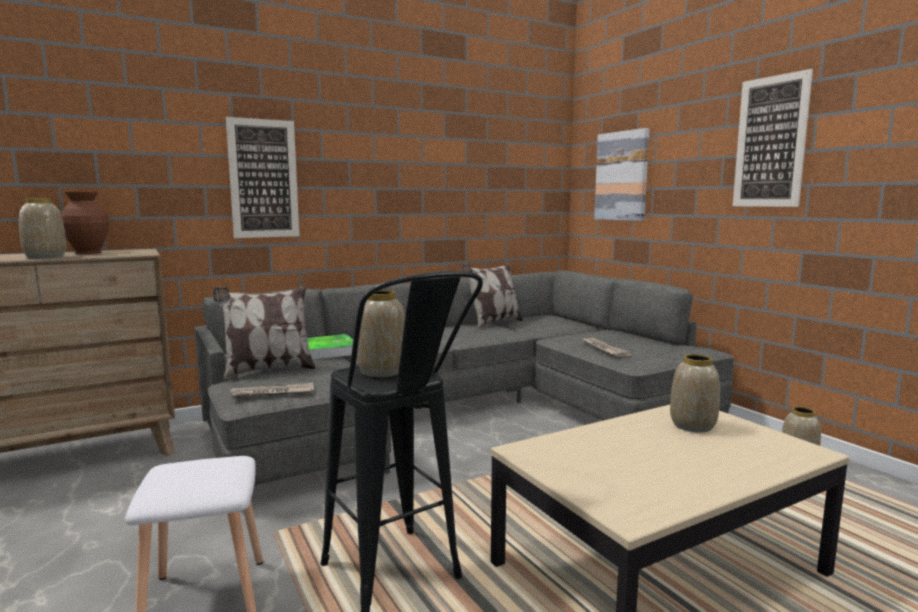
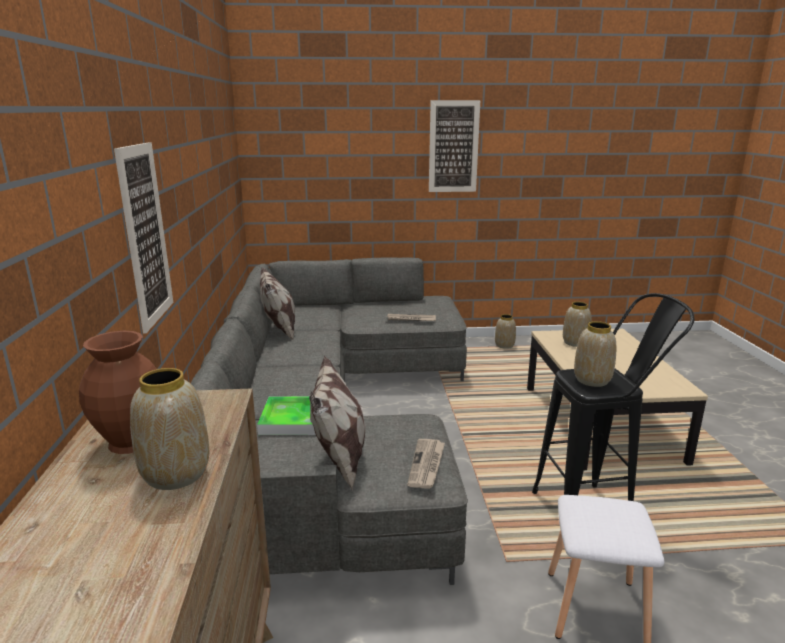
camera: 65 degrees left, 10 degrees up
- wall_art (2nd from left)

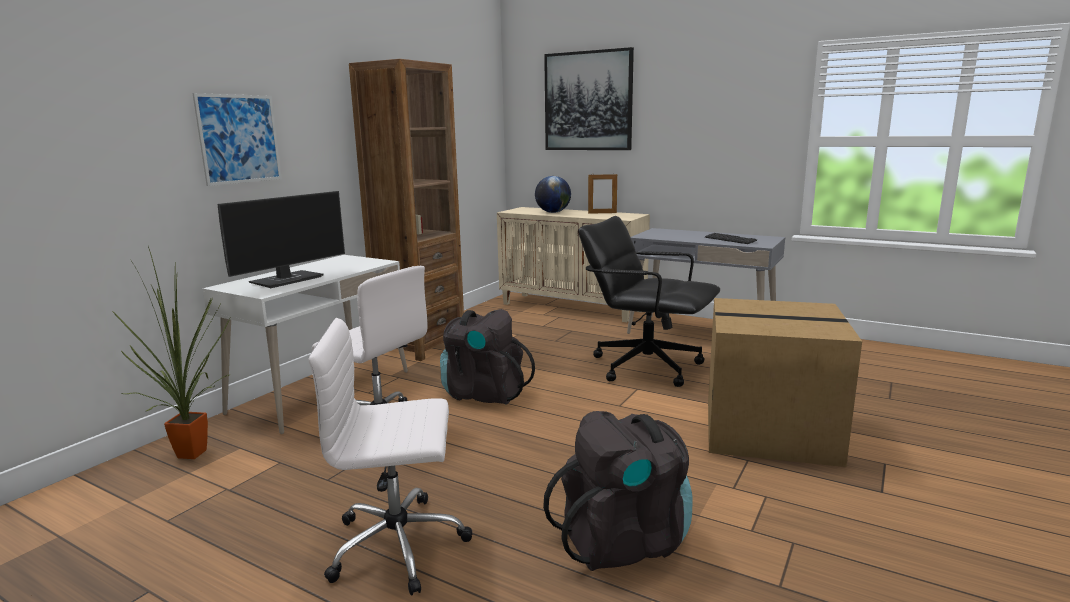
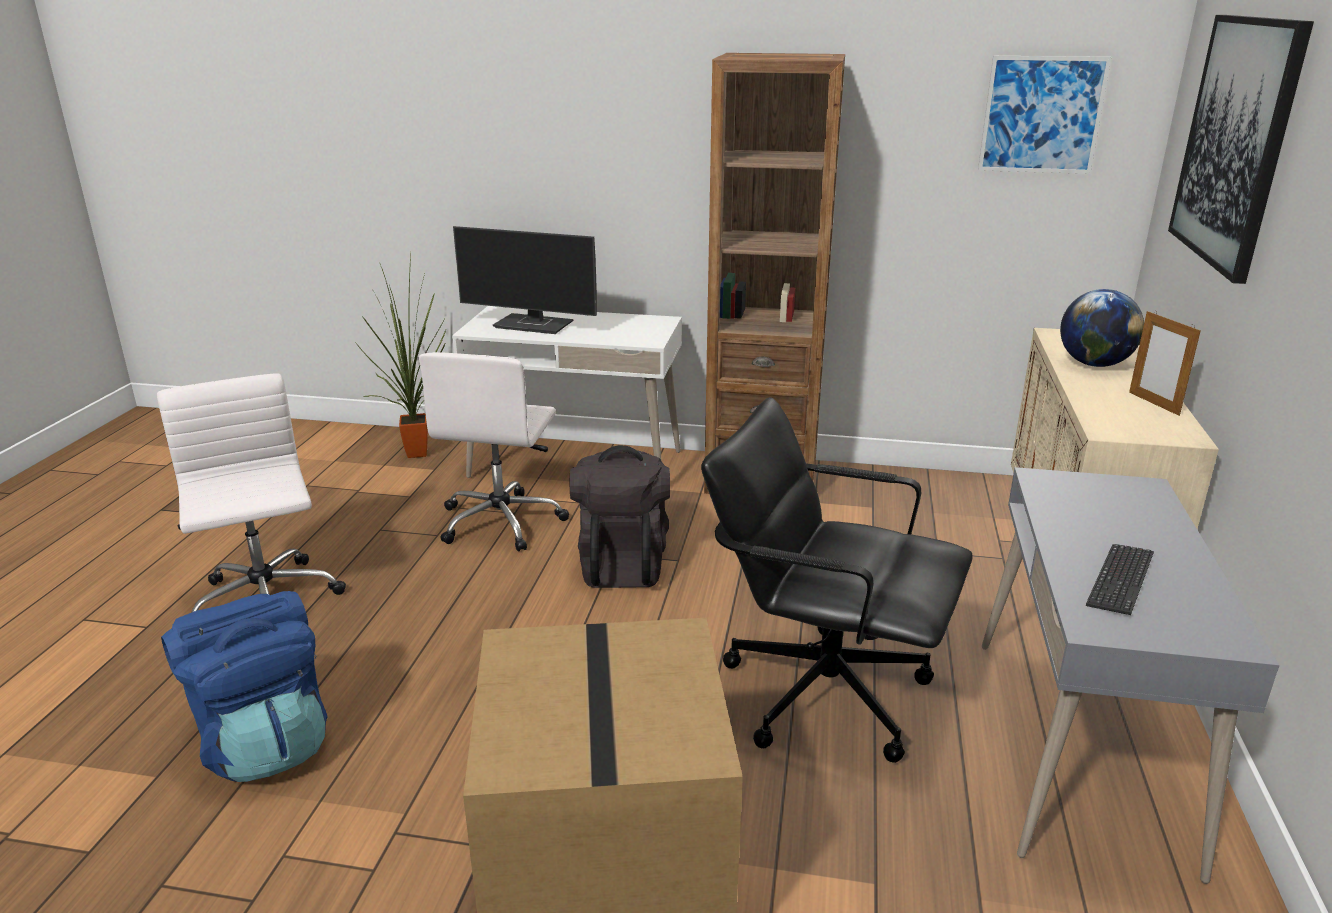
camera: 70 degrees right, 10 degrees up
~ wall_art (1st from left)
~ black-coloured_backpack (2nd from left) to blue_backpack
~ black-coloured_desk_chair 75 degrees counterclockwise

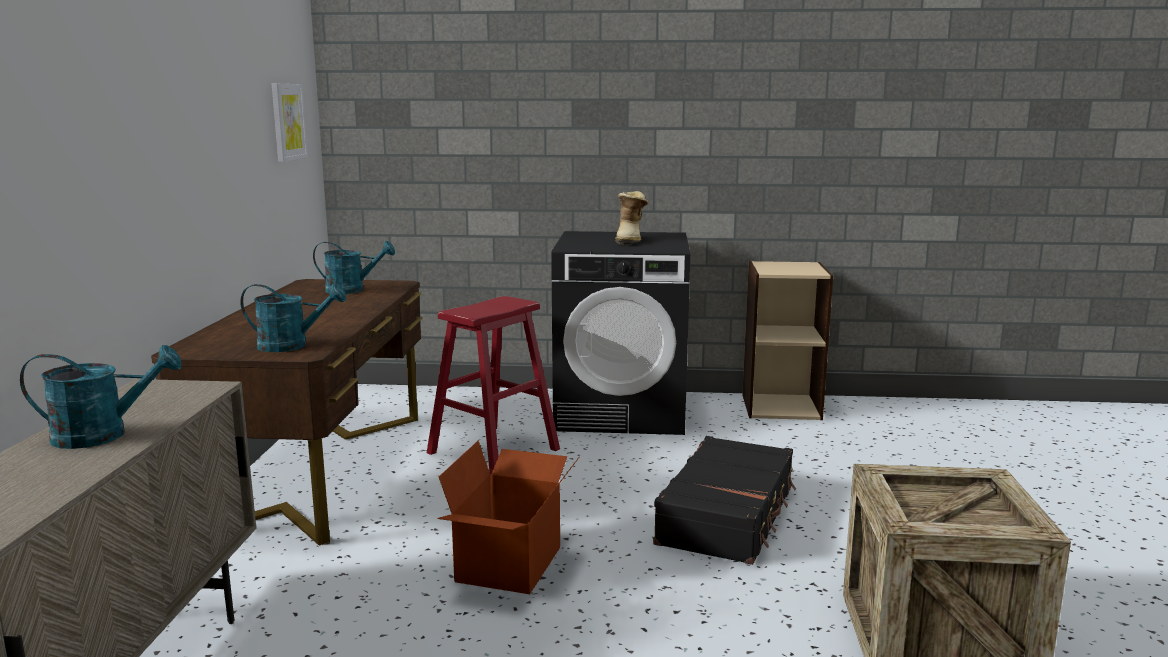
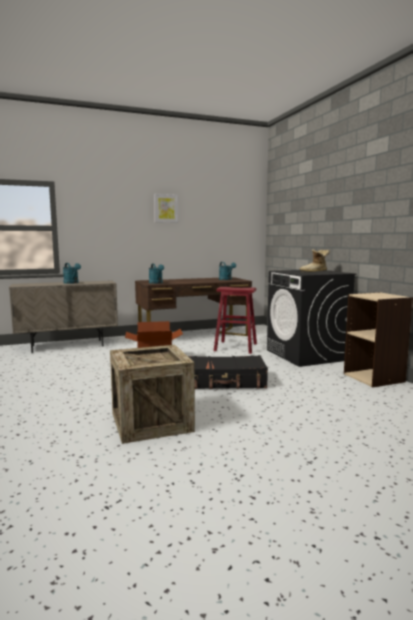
camera: 65 degrees right, 5 degrees down
~ wall_art

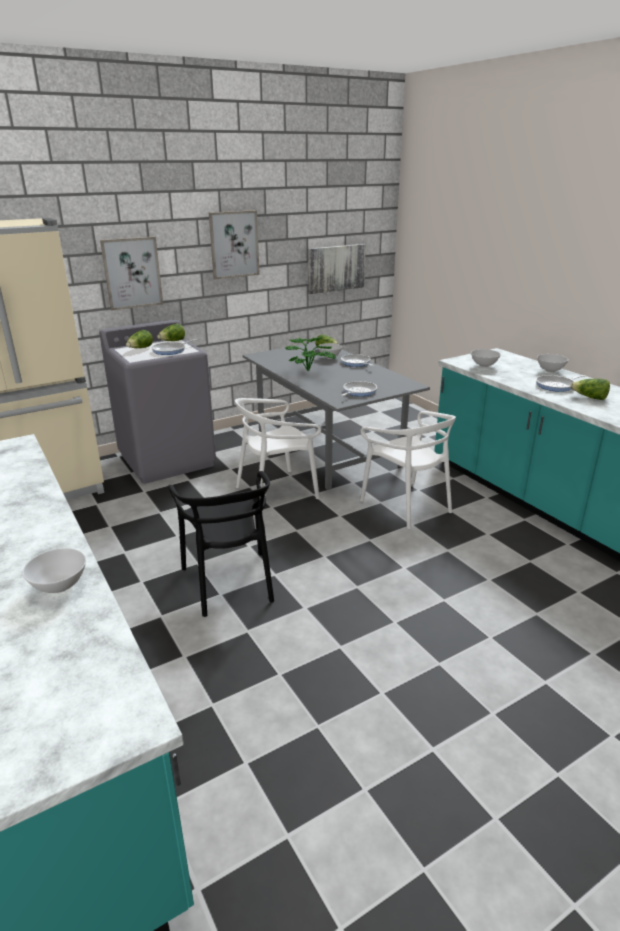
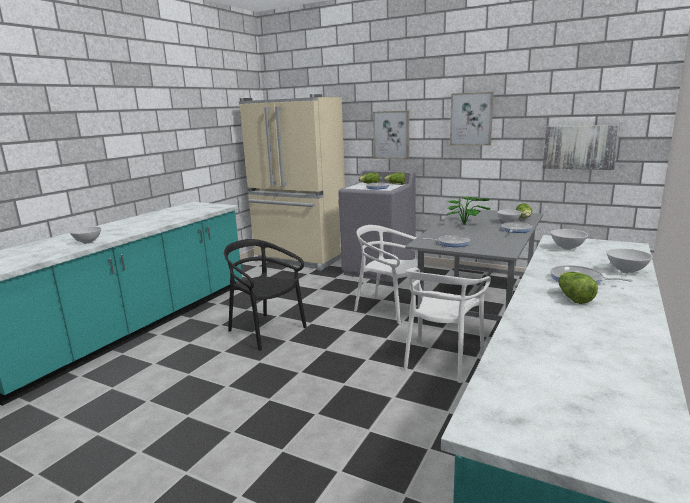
camera: 60 degrees right, 10 degrees down
~ black-coloured_upright_chair 90 degrees clockwise

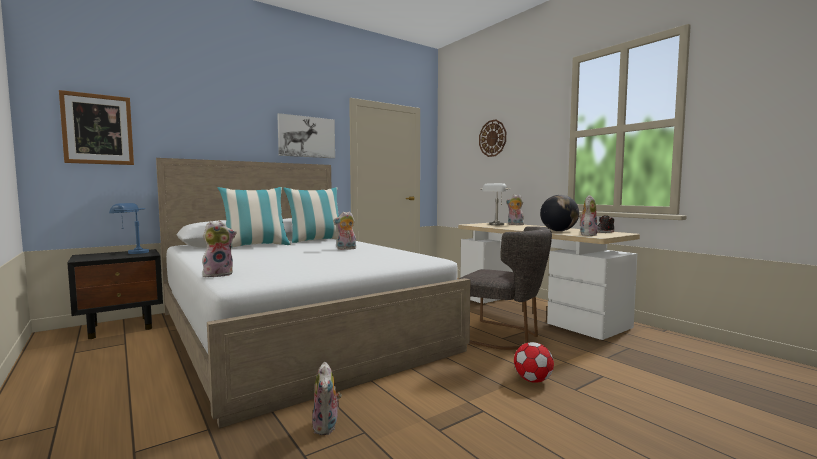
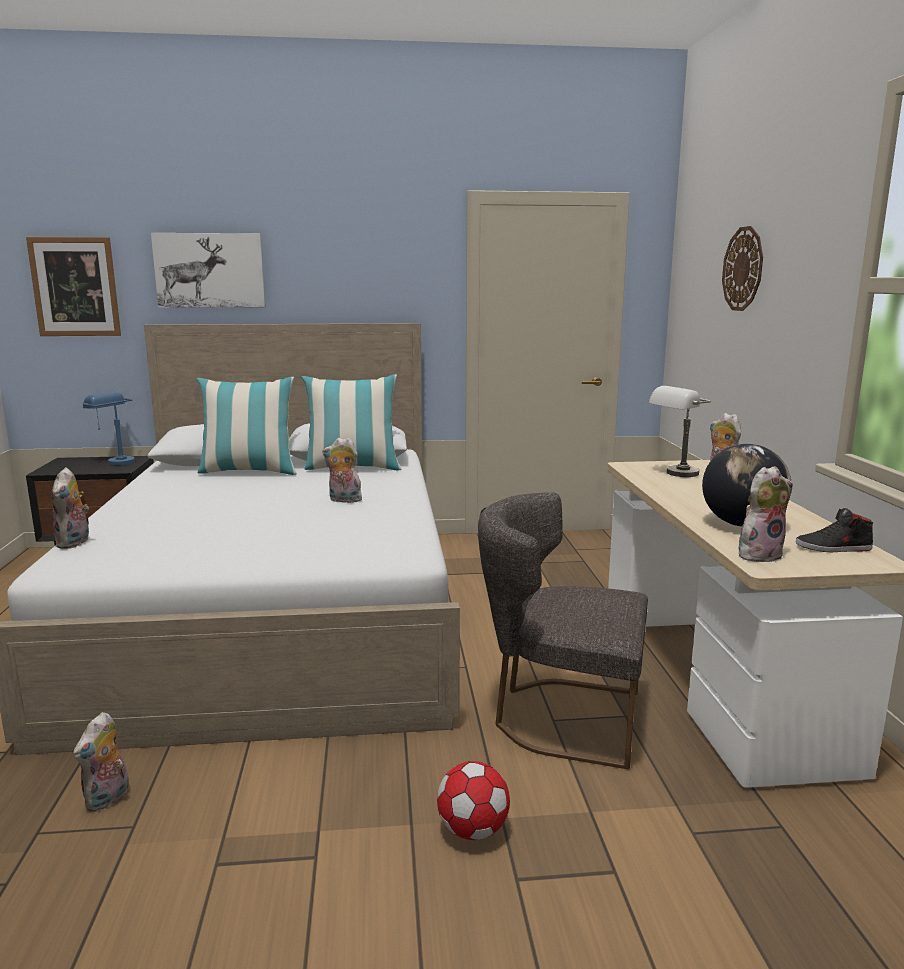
camera: 30 degrees right, 10 degrees up
~ cuddly_toy (1st from left) 90 degrees clockwise
~ wall_art (2nd from left)
~ greyish_upright_chair 135 degrees clockwise

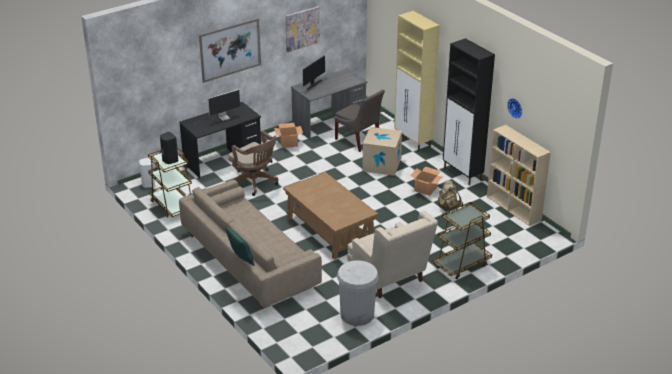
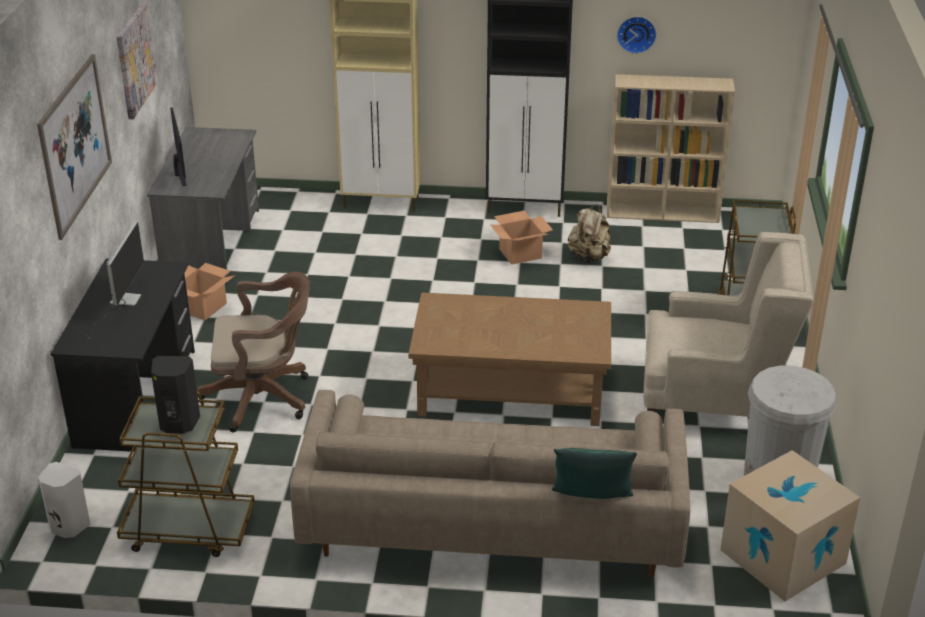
camera: 50 degrees left, 0 degrees up
- greyish_upright_chair
~ carton (2nd from left in the first image) to carton (3rd from left)

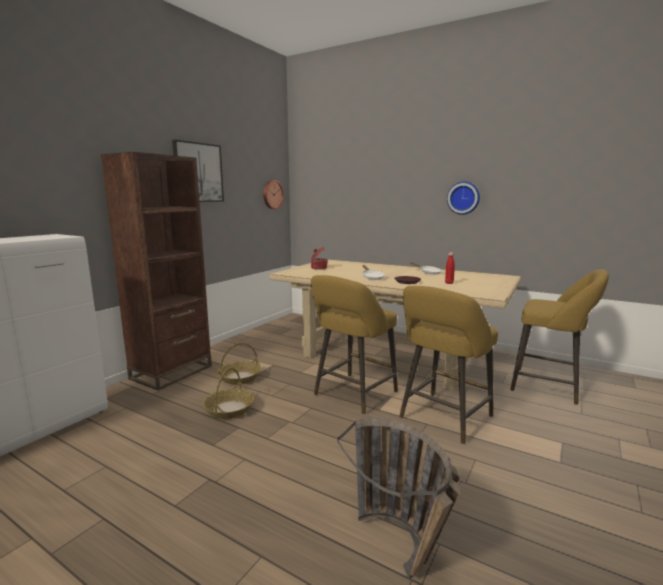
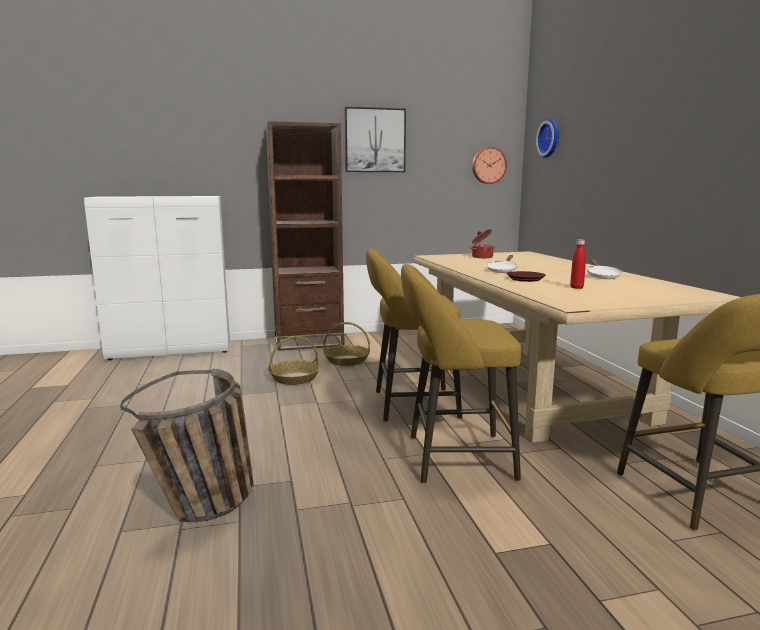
camera: 45 degrees right, 0 degrees up
~ clock_on_the_wall (2nd from left)

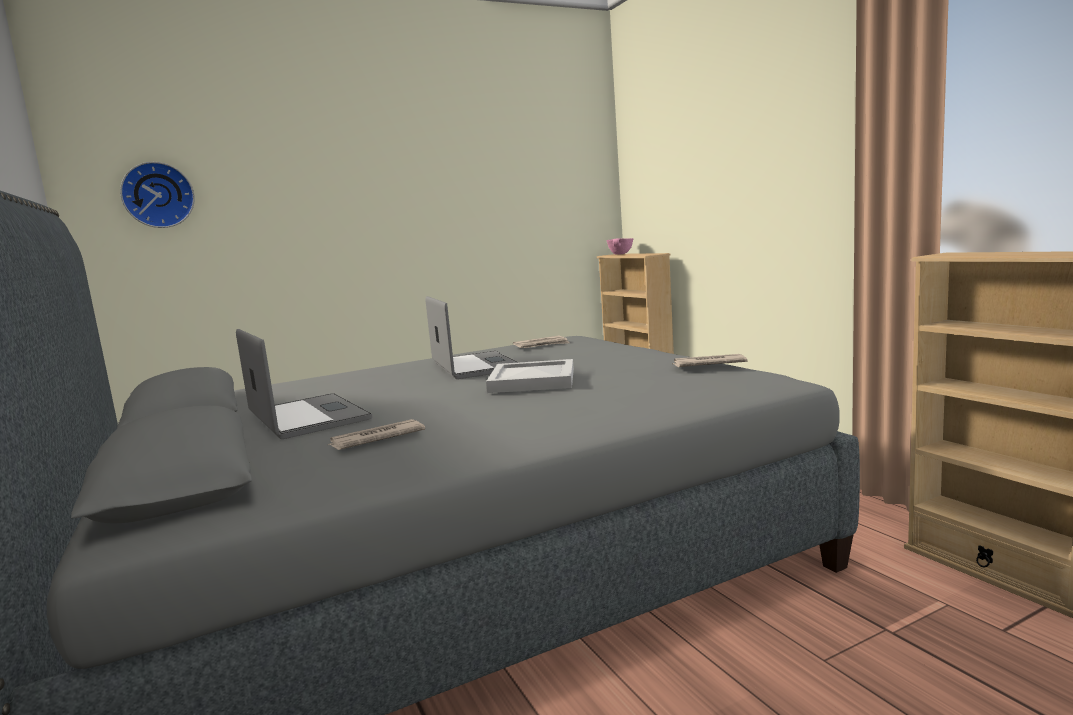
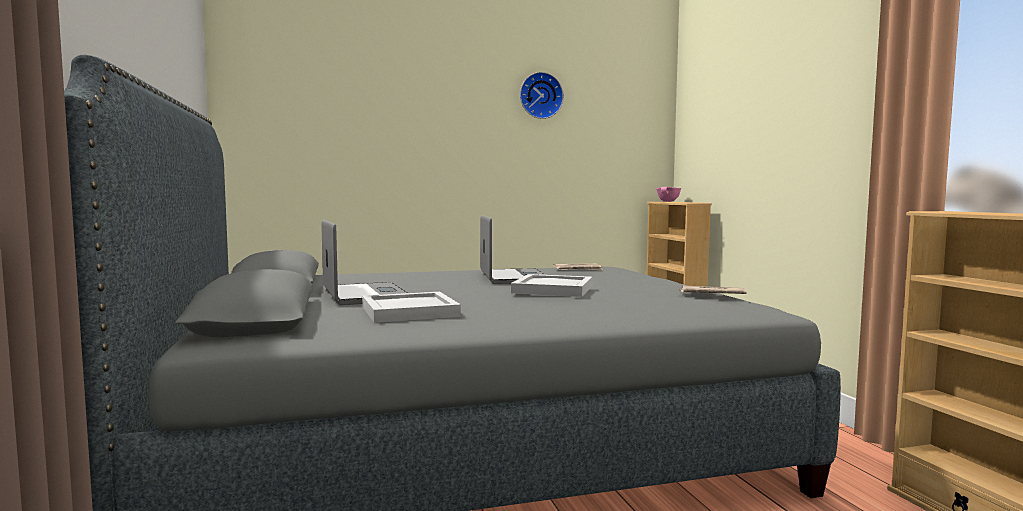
camera: 10 degrees right, 5 degrees down
~ clock_on_the_wall
~ newspaper (1st from left) to white_tray (1st from left)

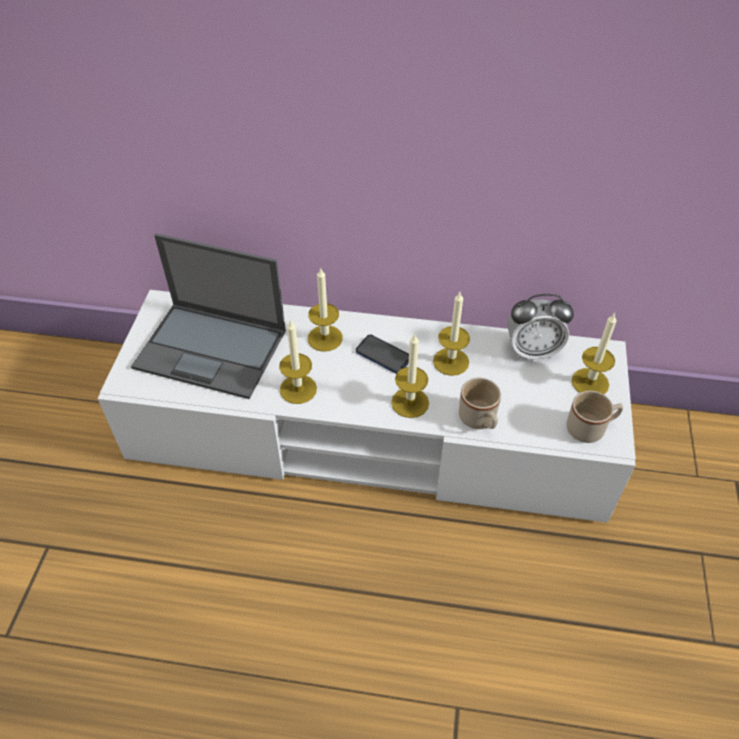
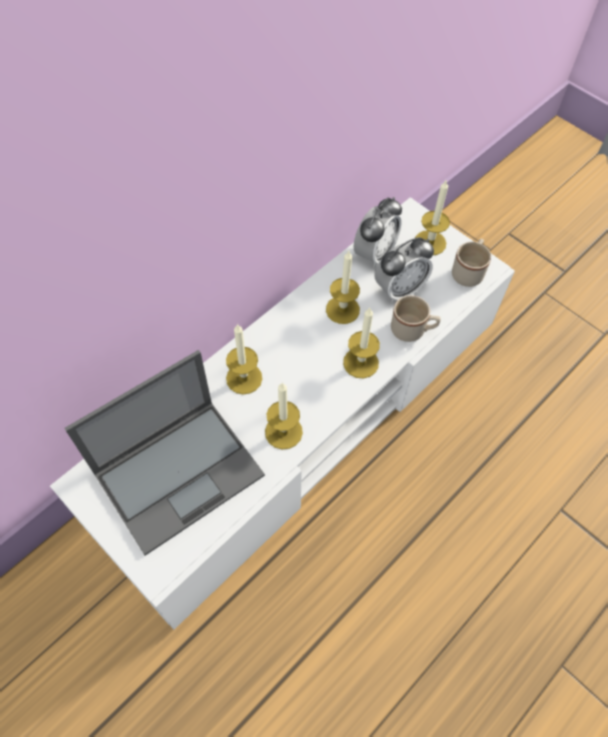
camera: 55 degrees left, 10 degrees up
- telephone
+ bedside_clock (2nd from left)

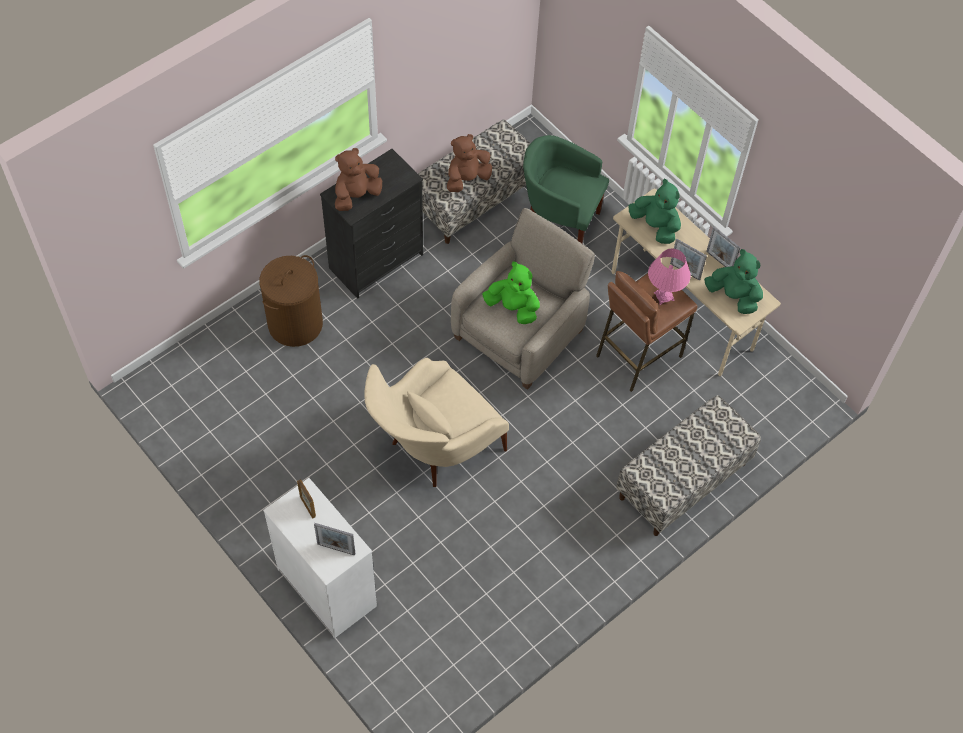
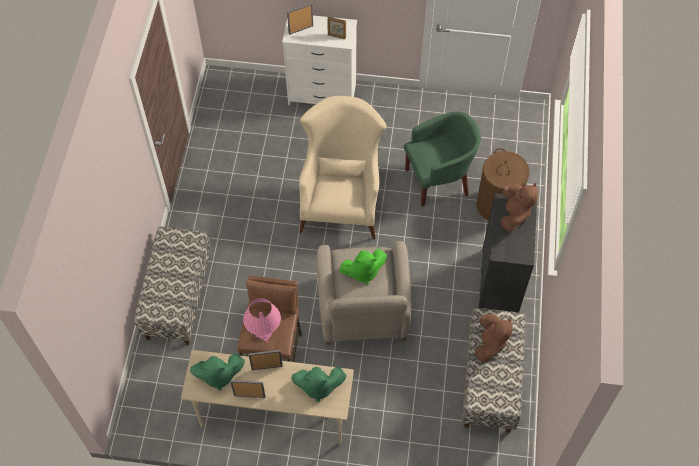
camera: 140 degrees right, 0 degrees up
~ green_easy_chair

